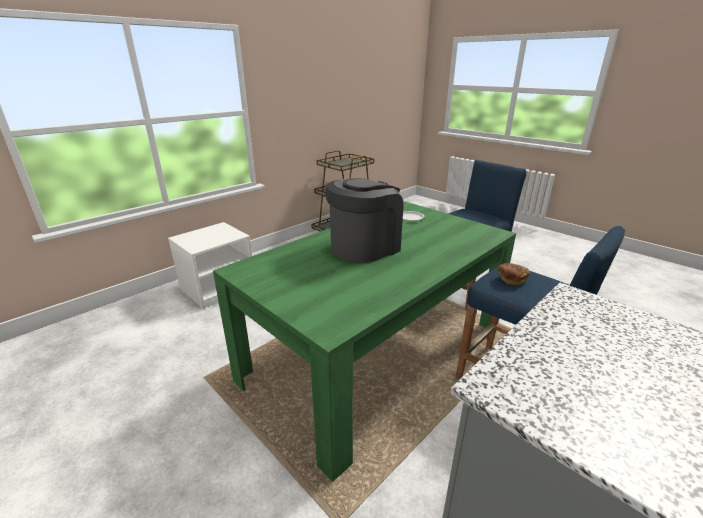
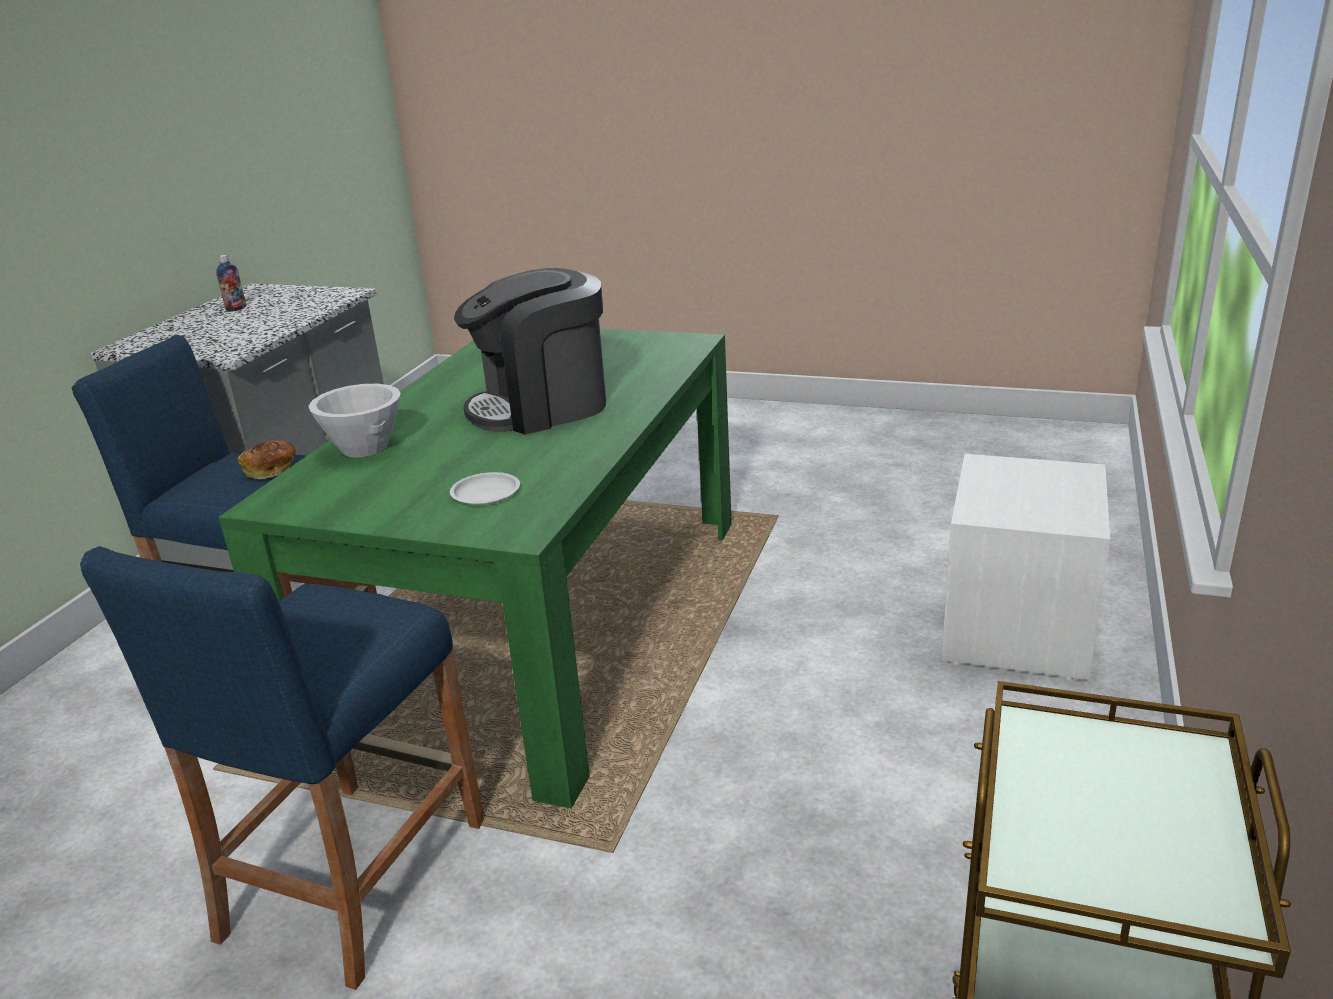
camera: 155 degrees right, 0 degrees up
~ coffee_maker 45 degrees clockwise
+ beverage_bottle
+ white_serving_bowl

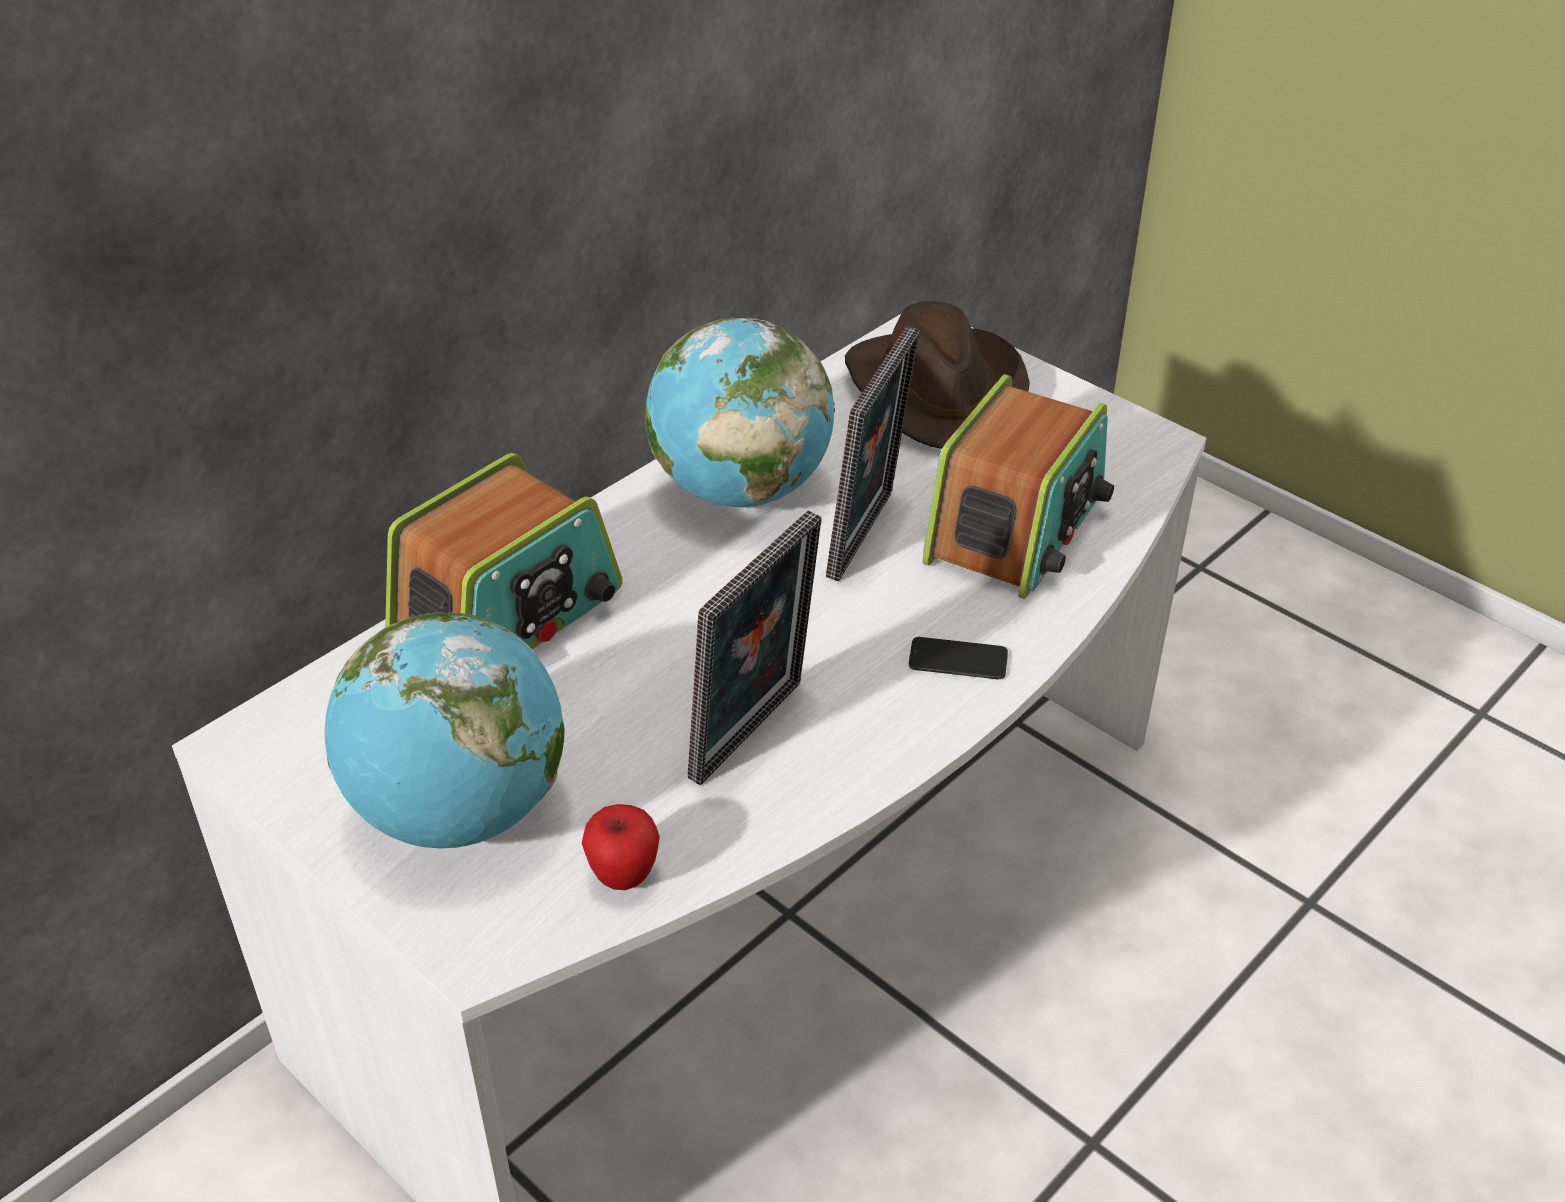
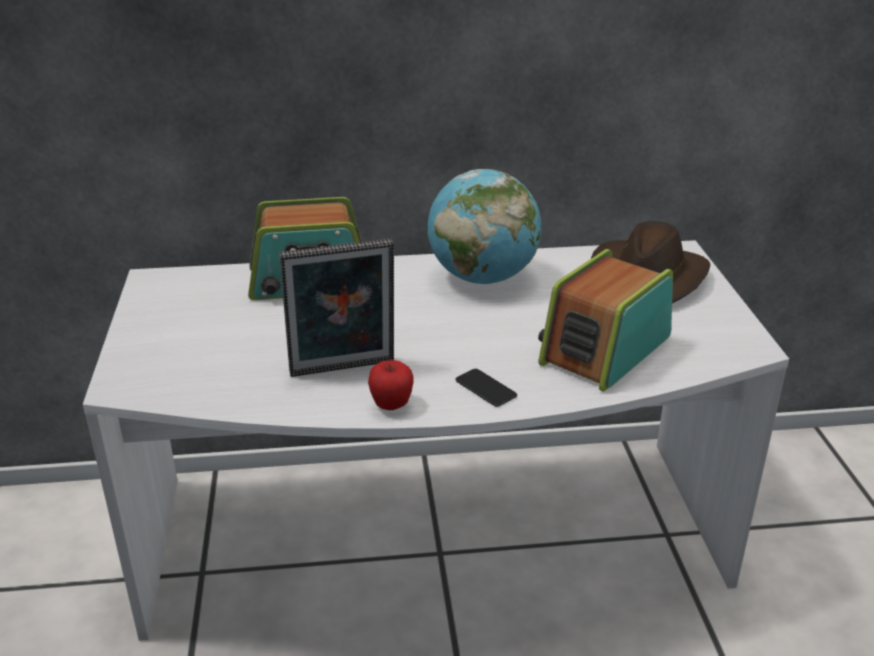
camera: 40 degrees right, 10 degrees down
- globe (1st from left)
~ whole_apple
- picture_frame (2nd from left)
~ radio_set (2nd from left) 150 degrees clockwise

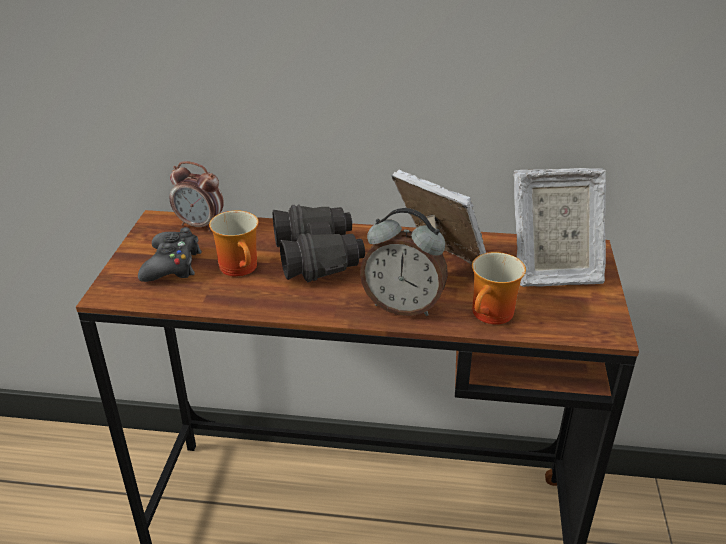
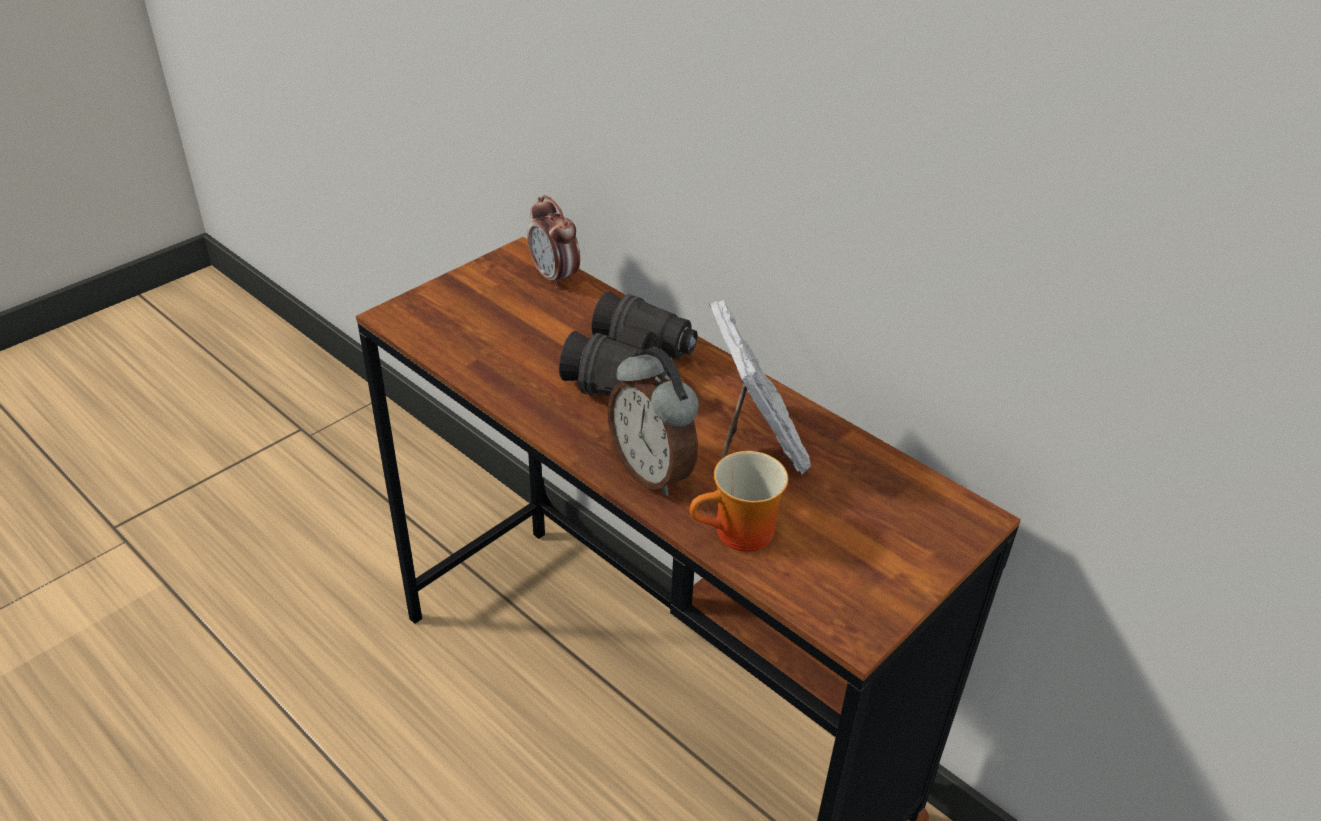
camera: 35 degrees right, 5 degrees up
- black-coloured_game_controller
- mug (1st from left)
- picture_frame (2nd from left)

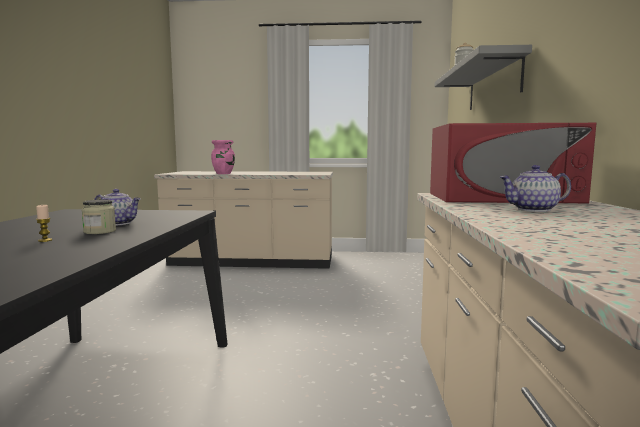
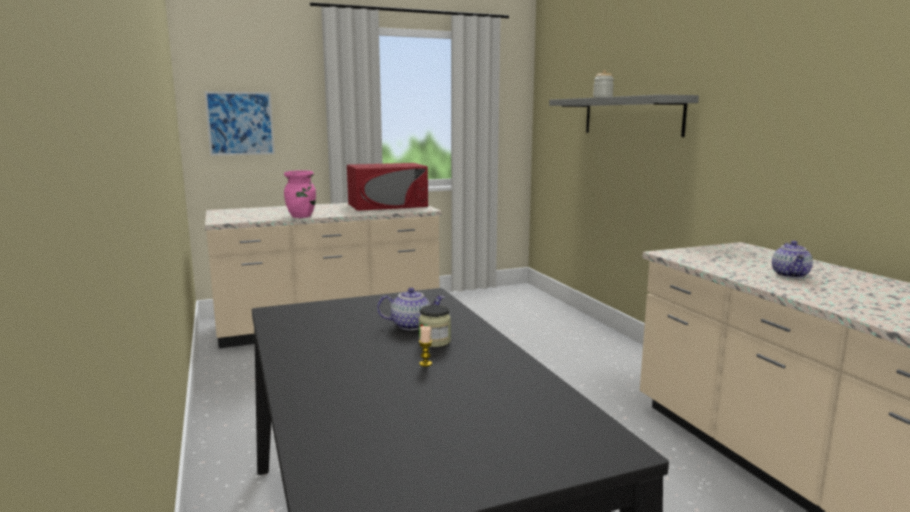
camera: 25 degrees left, 5 degrees up
~ reddish_microwave
~ teapot (2nd from left) 45 degrees counterclockwise
+ wall_art

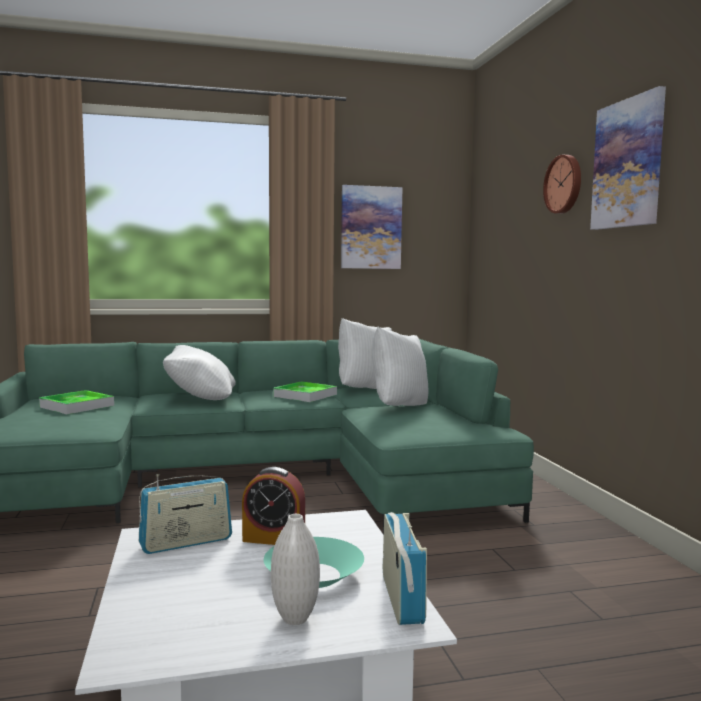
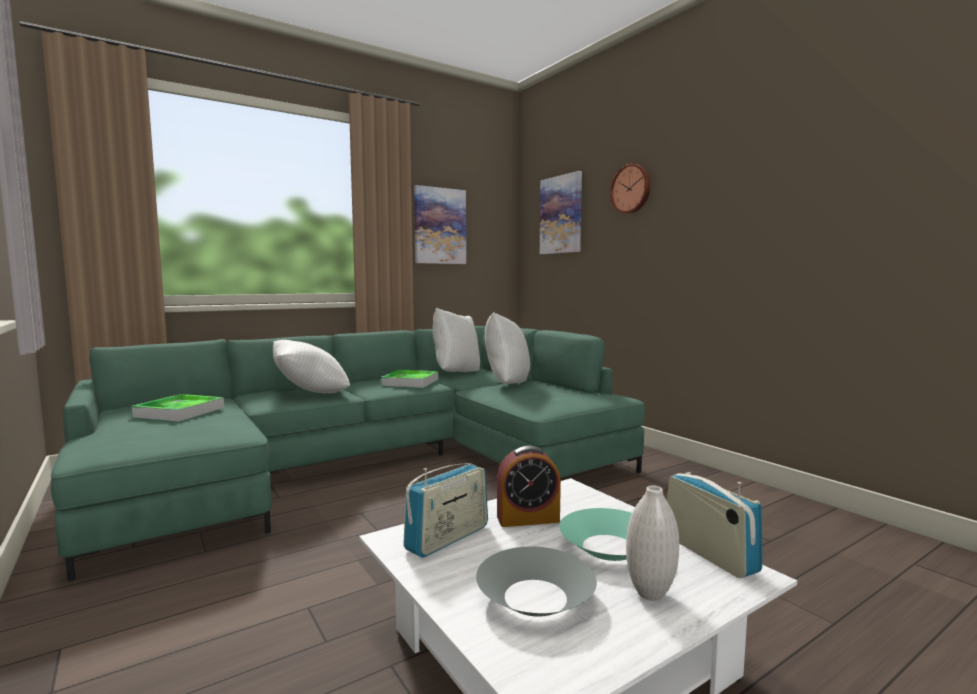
camera: 20 degrees left, 0 degrees up
~ wall_art (2nd from left)
+ greyish_serving_bowl

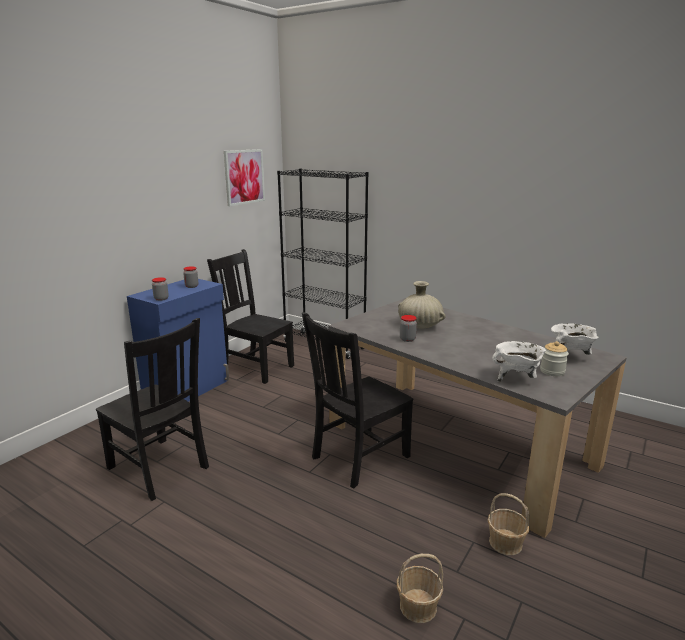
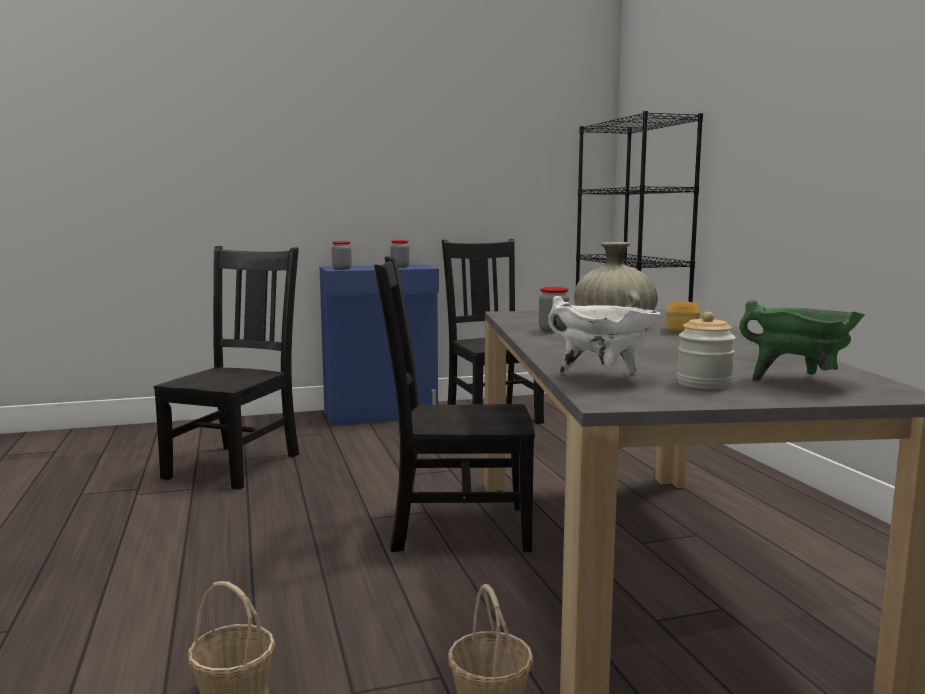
camera: 40 degrees right, 10 degrees down
~ black-coloured_upright_chair (1st from left) 150 degrees counterclockwise
- wall_art
~ white_cooking_pot (2nd from left) to green_cooking_pot
+ bread

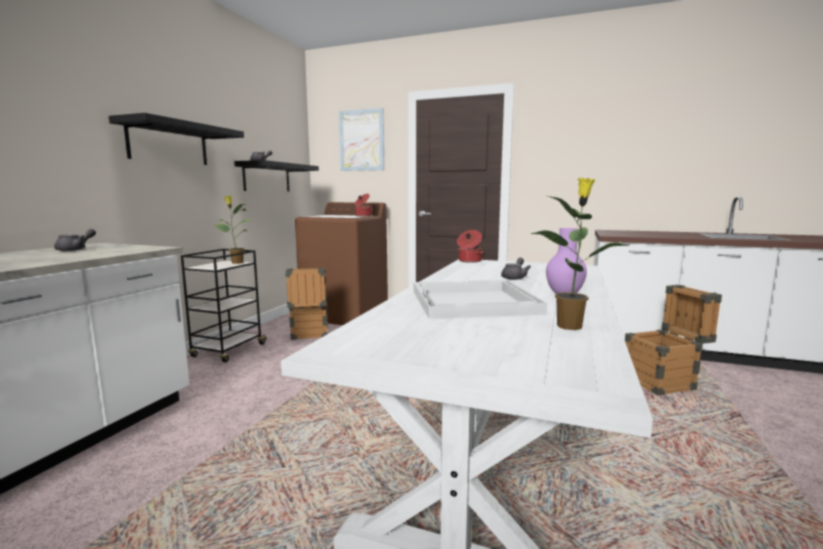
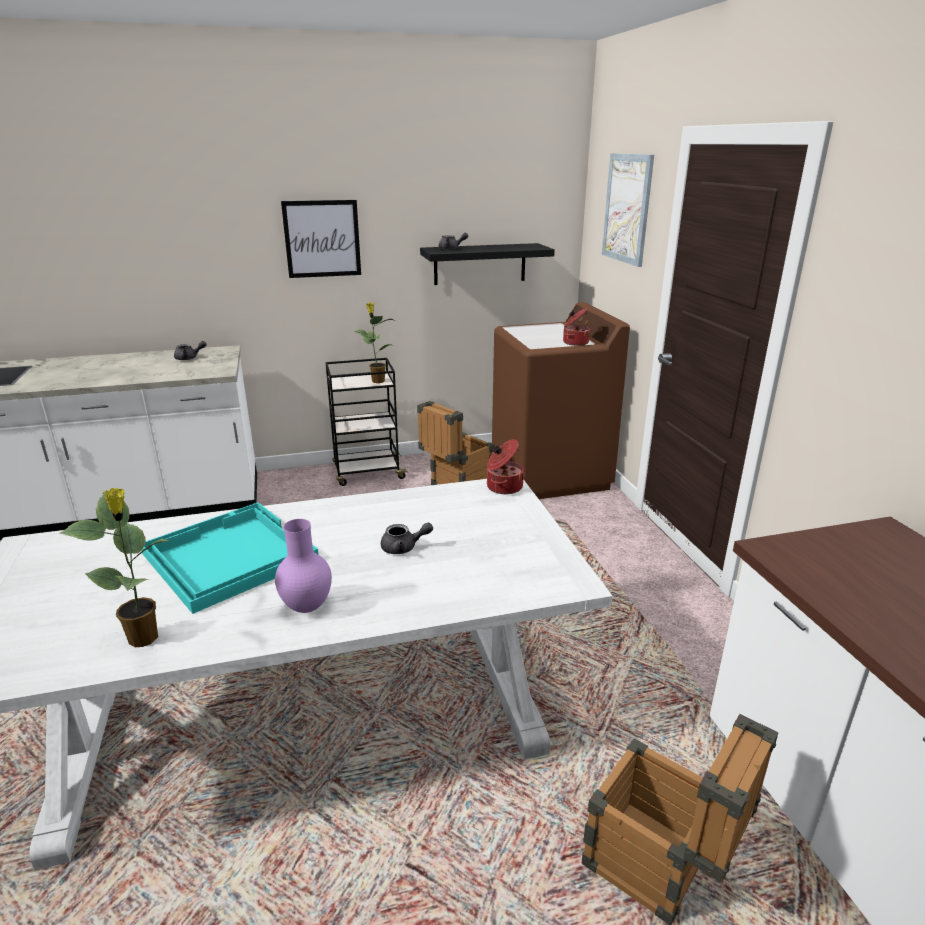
camera: 55 degrees right, 15 degrees up
~ black-coloured_bracket_shelf (1st from left) to wall_art (1st from left)
~ white_tray to turquoise-coloured_tray

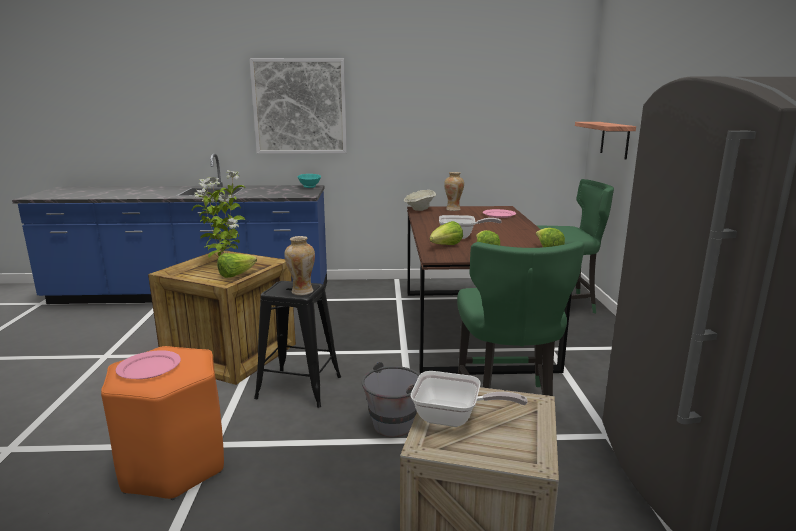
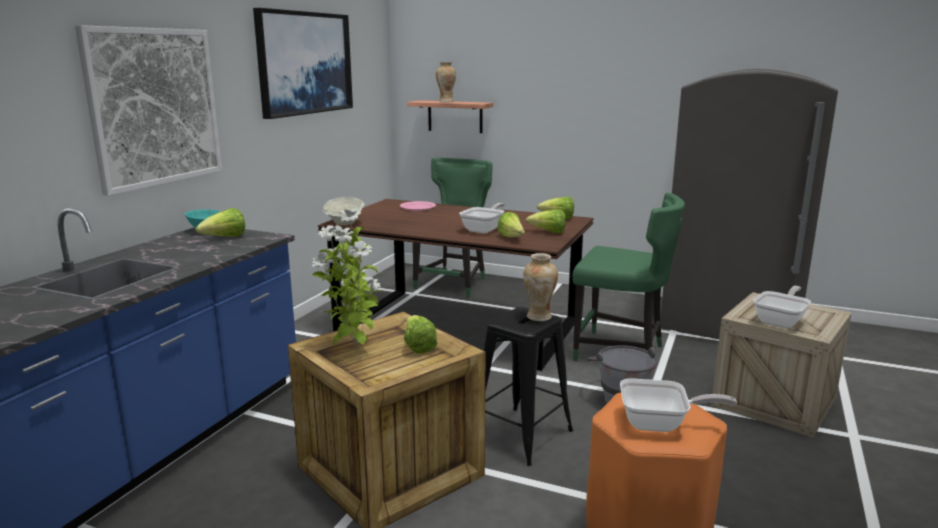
camera: 65 degrees left, 0 degrees up
~ pink_dinner_plate (1st from left) to skillet (2nd from left)
~ vase (2nd from left in the first image) to vase (1st from left)
+ lettuce_head (1st from left)
+ wall_art (2nd from left)

